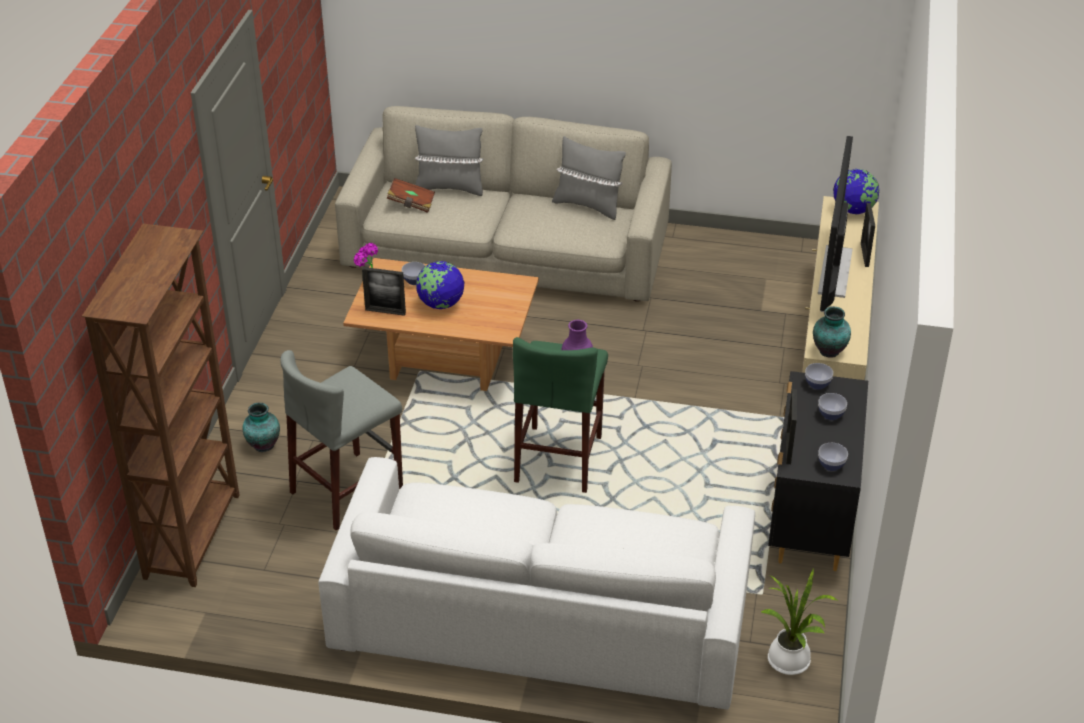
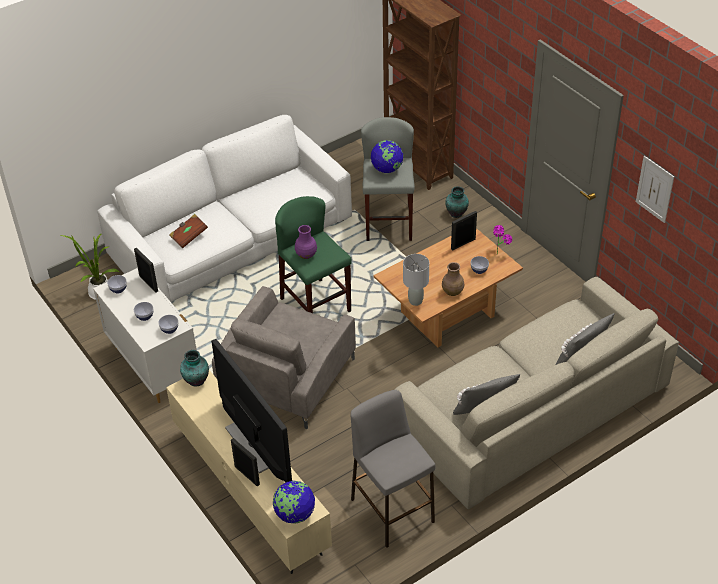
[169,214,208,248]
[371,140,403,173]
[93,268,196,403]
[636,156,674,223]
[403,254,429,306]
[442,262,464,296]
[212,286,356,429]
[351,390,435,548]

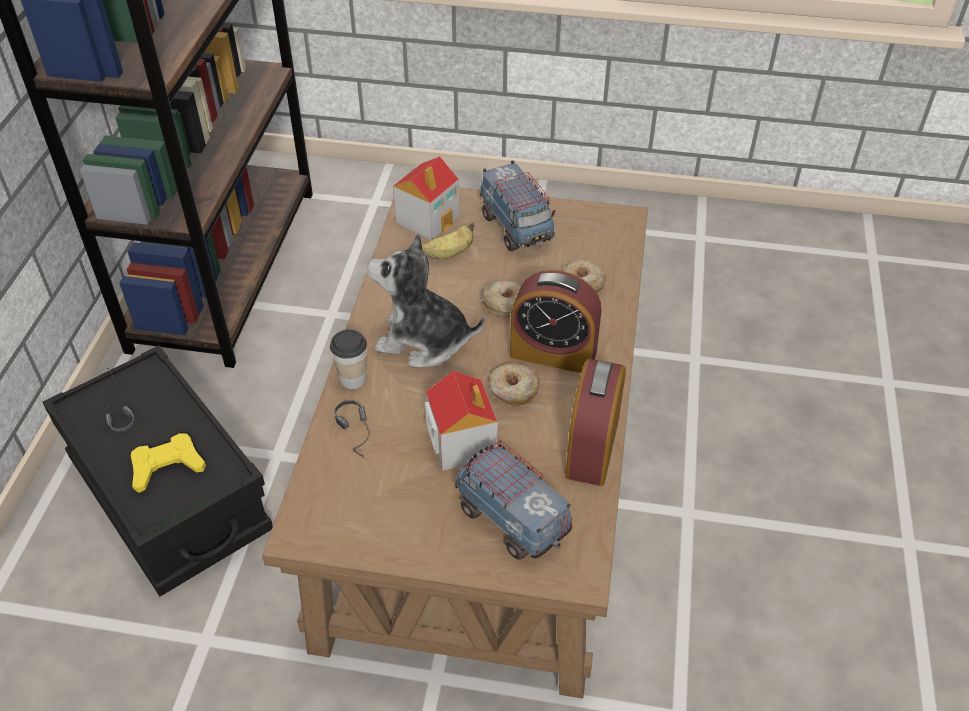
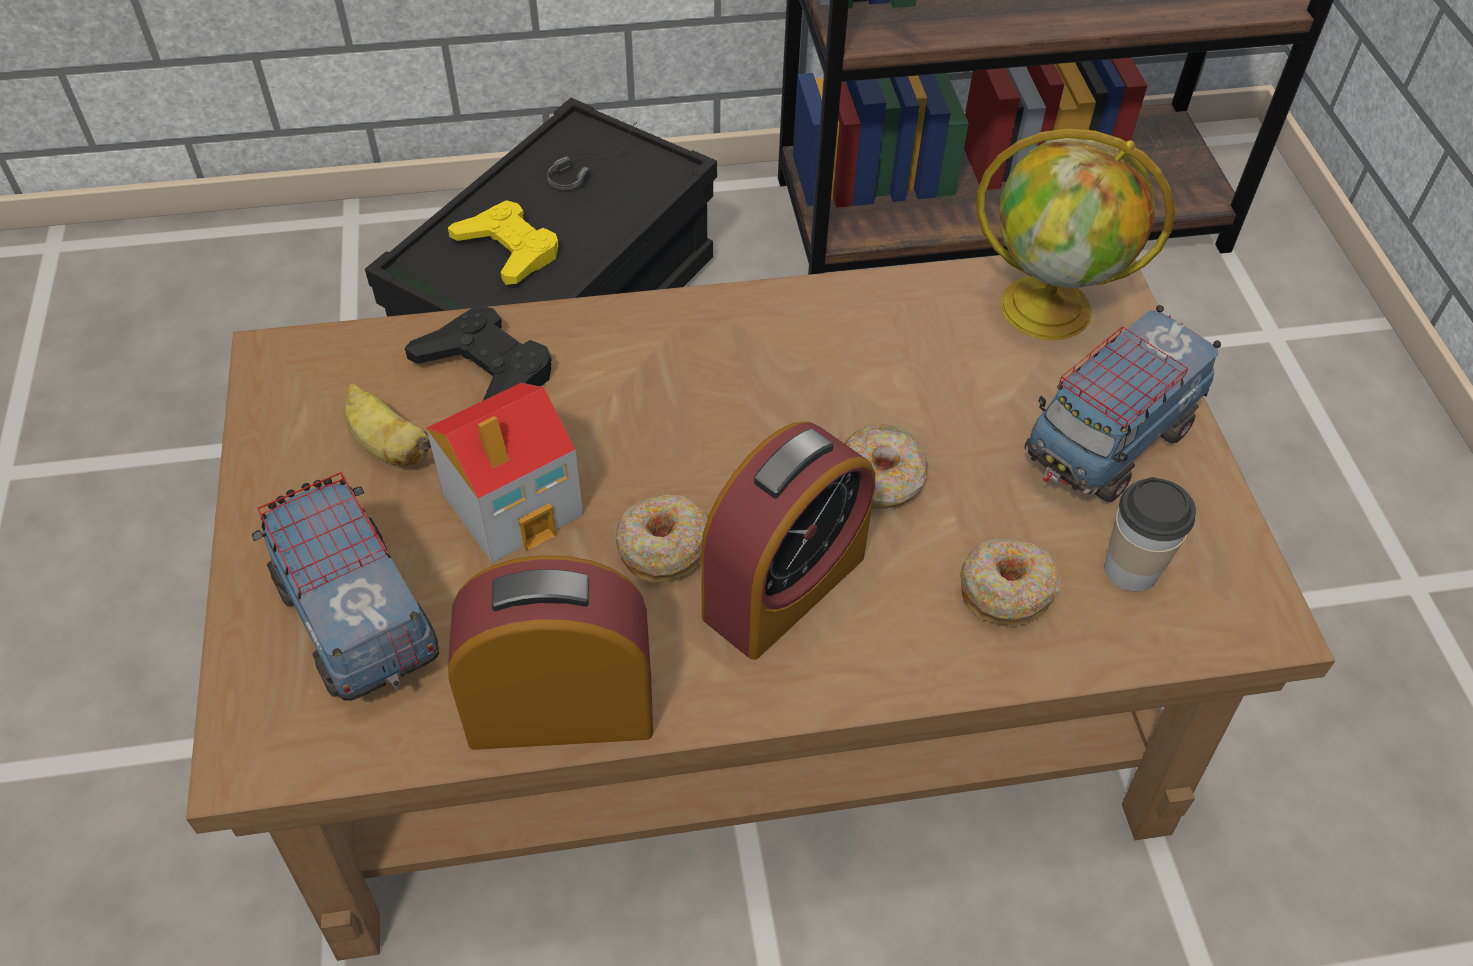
[976,128,1175,340]
[344,382,431,466]
[367,234,485,367] (first image)
[701,421,875,660]
[1105,477,1196,592]
[405,305,552,401]
[252,472,439,701]

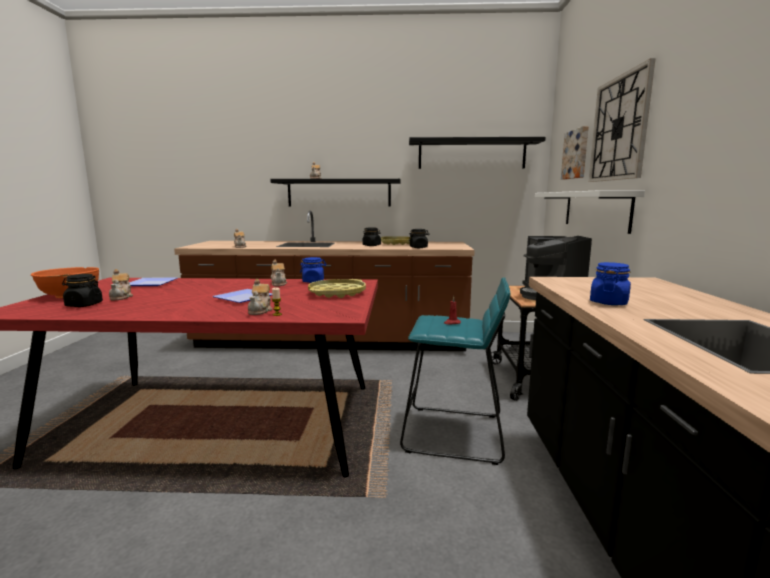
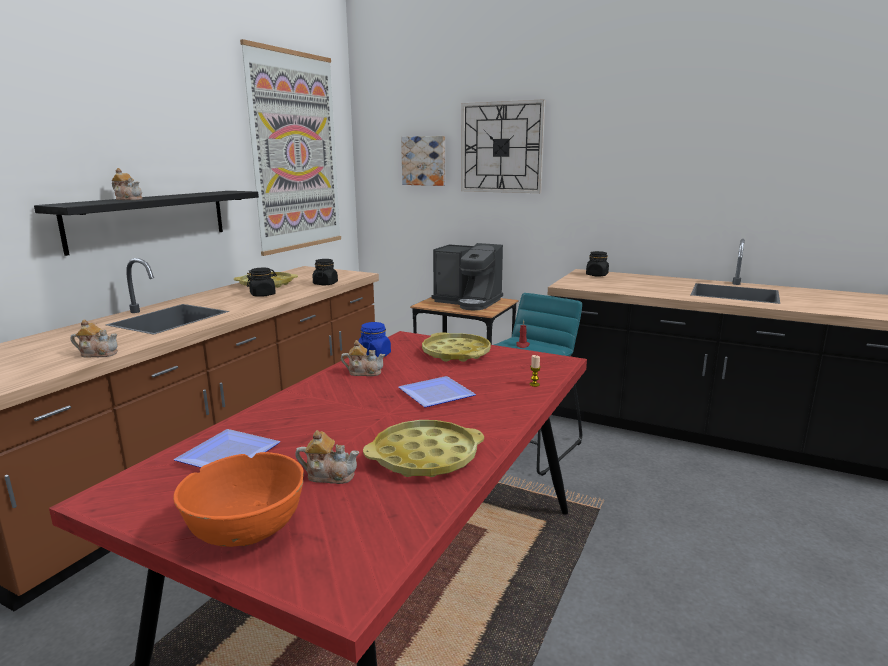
[240,39,341,256]
[535,190,645,234] (first image)
[590,262,631,305] (first image)
[586,251,609,277]
[248,279,272,315] (first image)
[363,420,484,477]

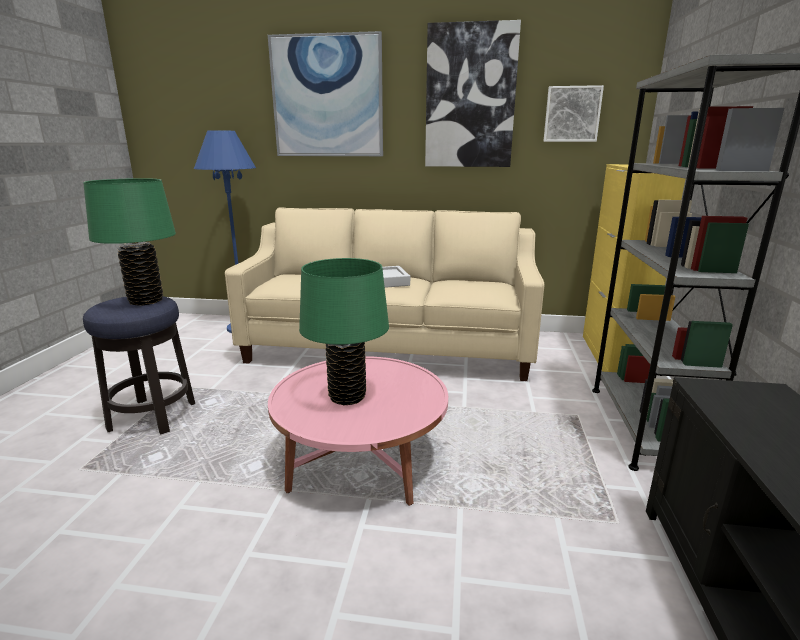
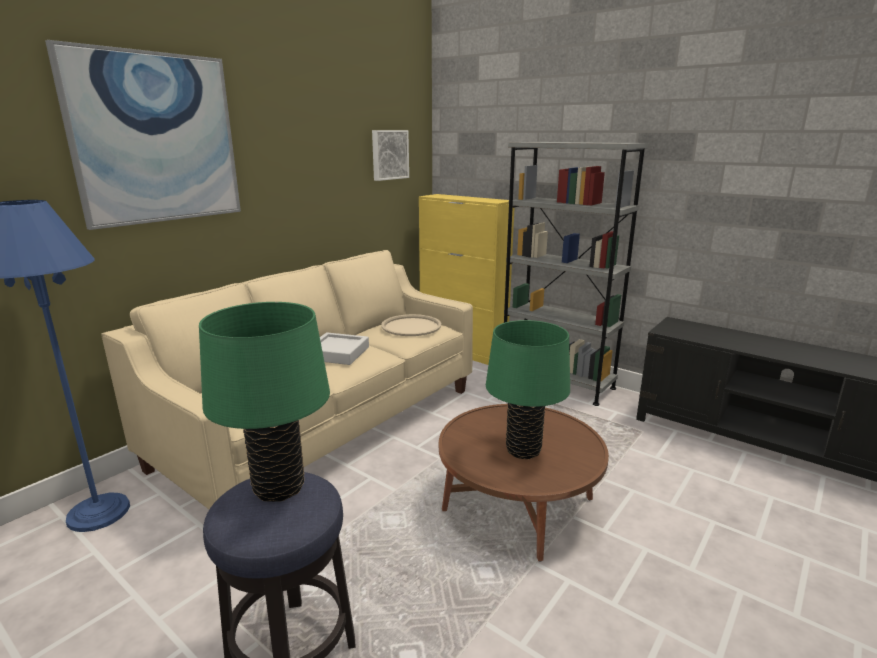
[425,20,521,167] (first image)
[439,404,609,561]
[381,314,441,336]

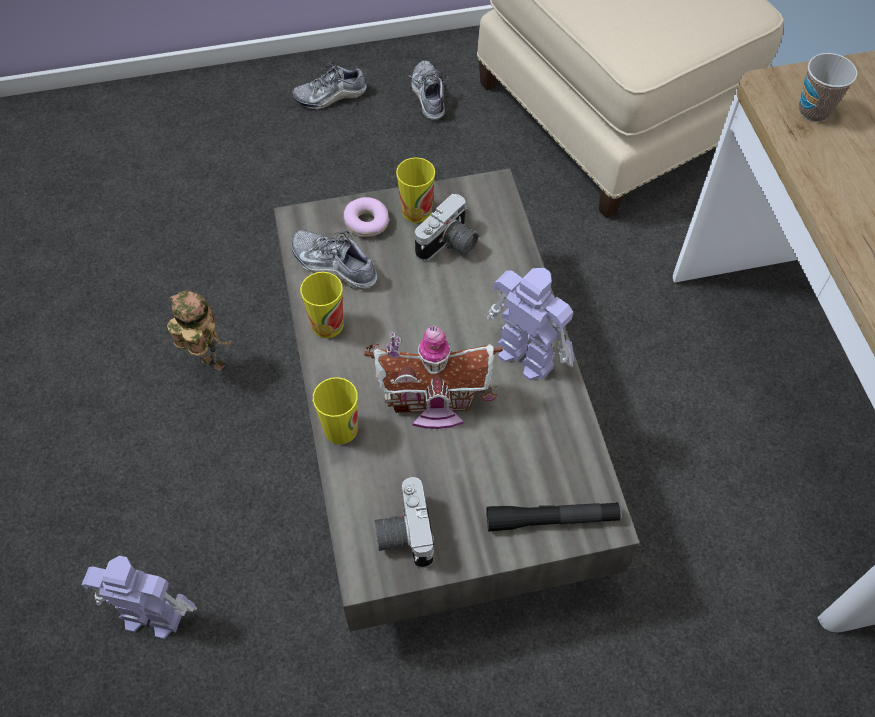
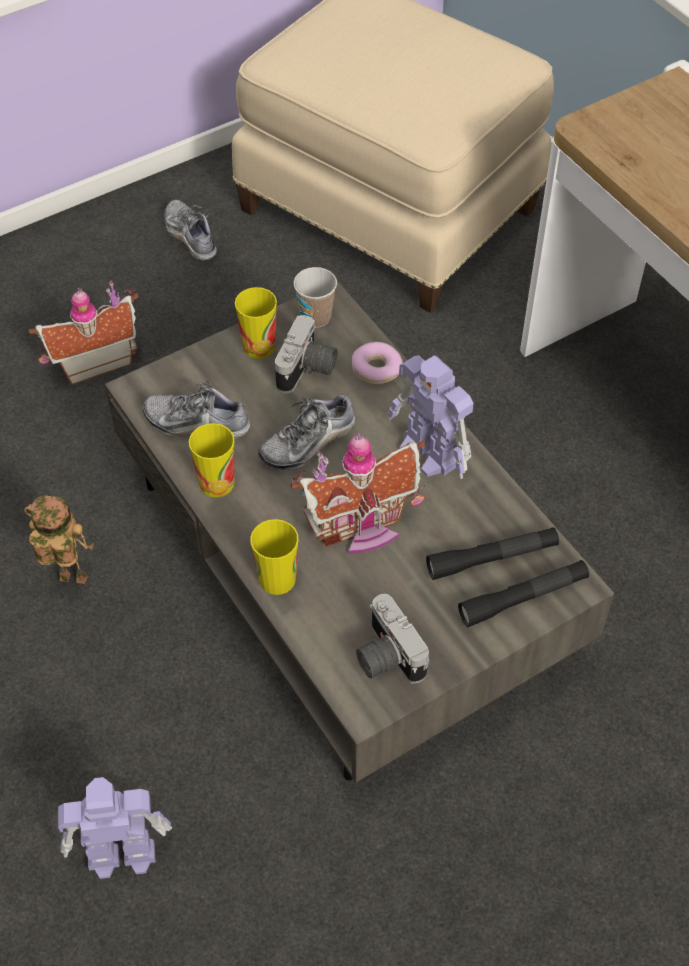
[294,267,337,328]
[258,394,355,470]
[352,342,403,385]
[388,355,474,479]
[28,281,138,385]
[426,527,559,580]

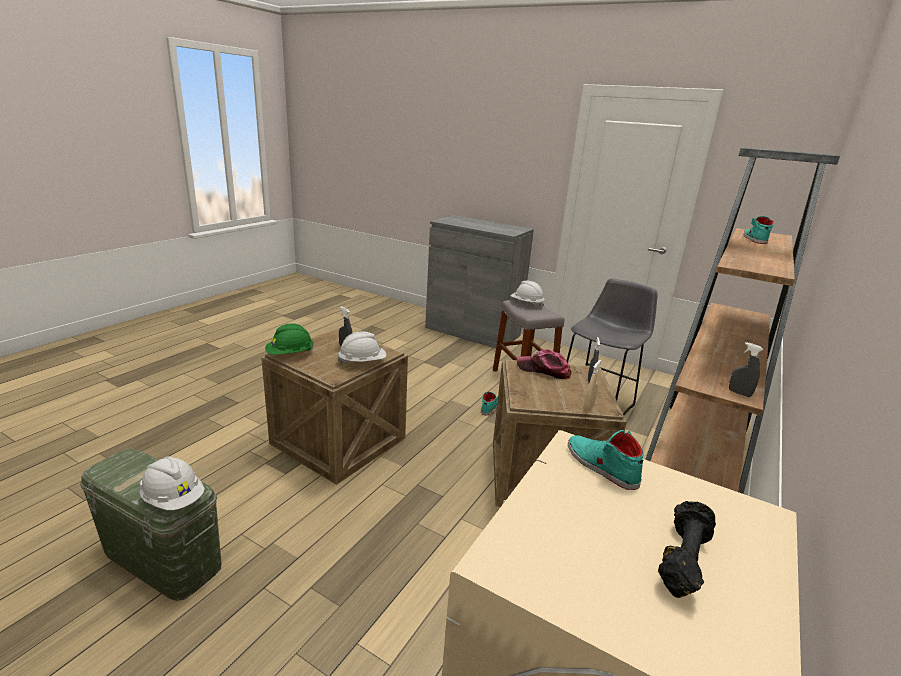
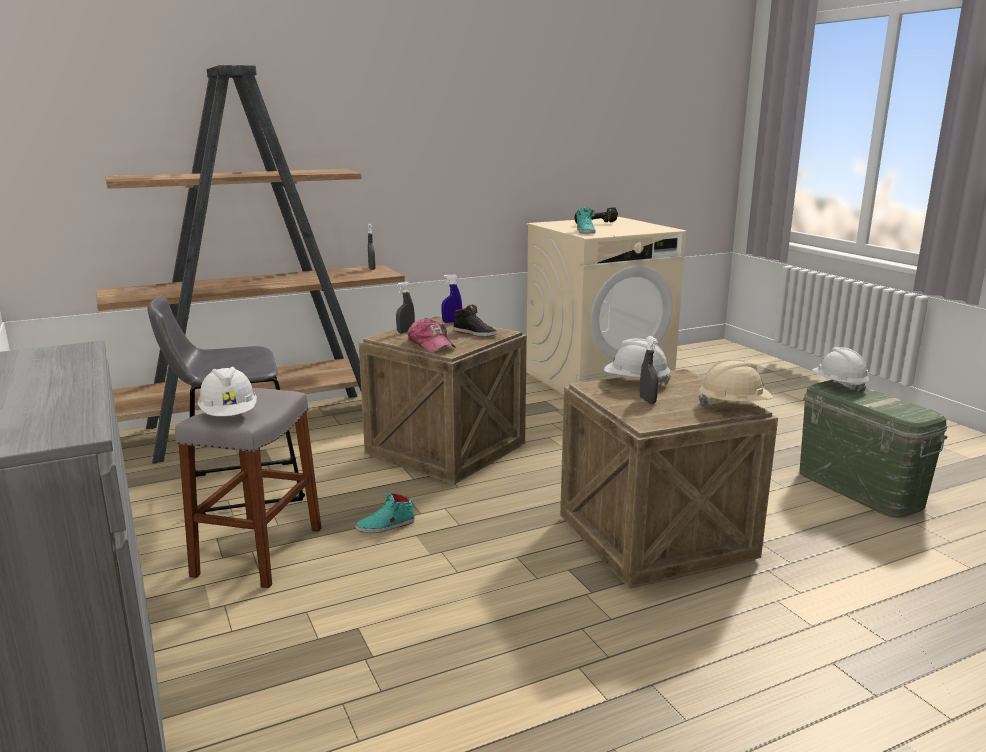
[744,216,774,244] (first image)
[698,358,773,407]
[441,274,462,323]
[453,304,497,337]

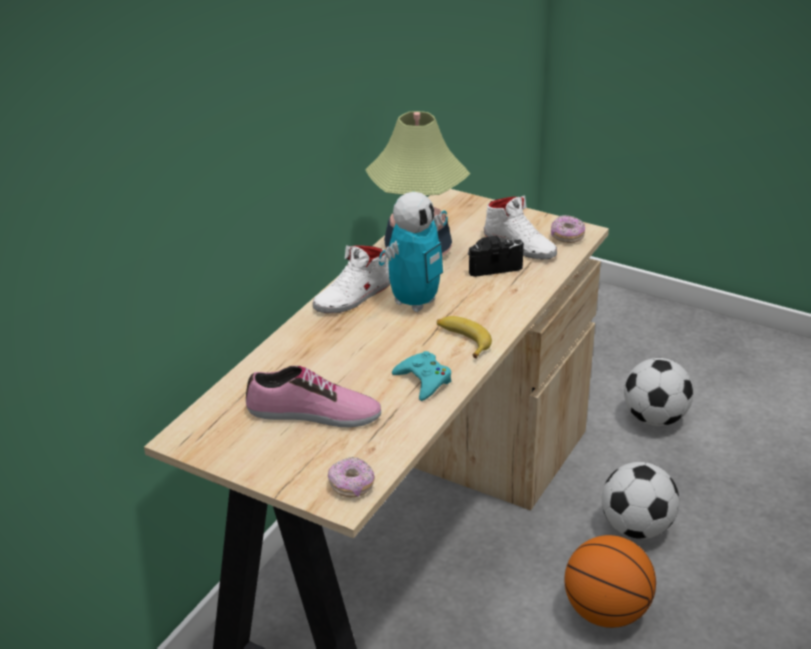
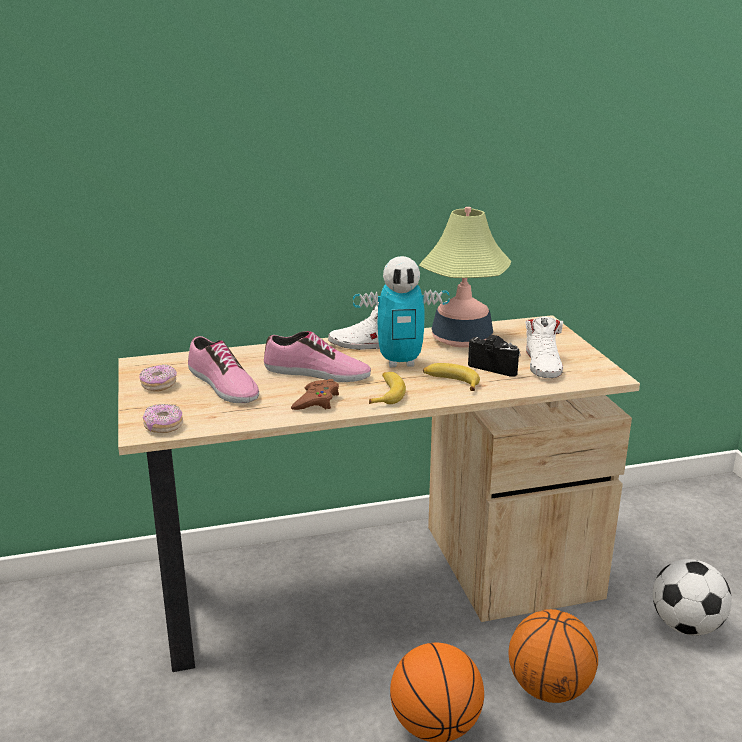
[139,365,177,392]
[291,379,339,410]
[509,609,598,703]
[264,331,371,382]
[423,363,480,391]

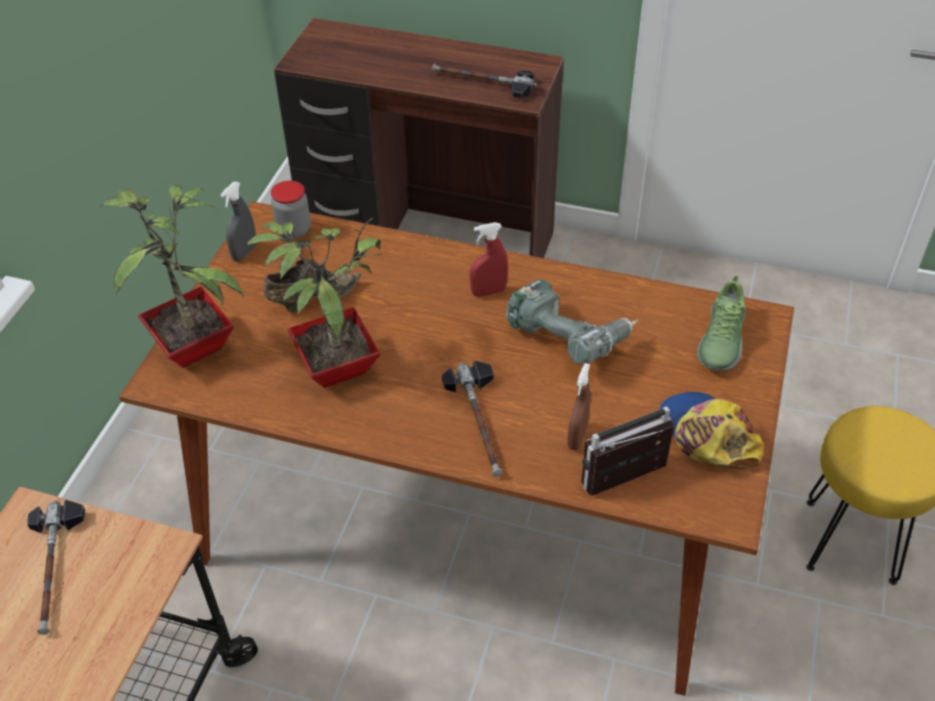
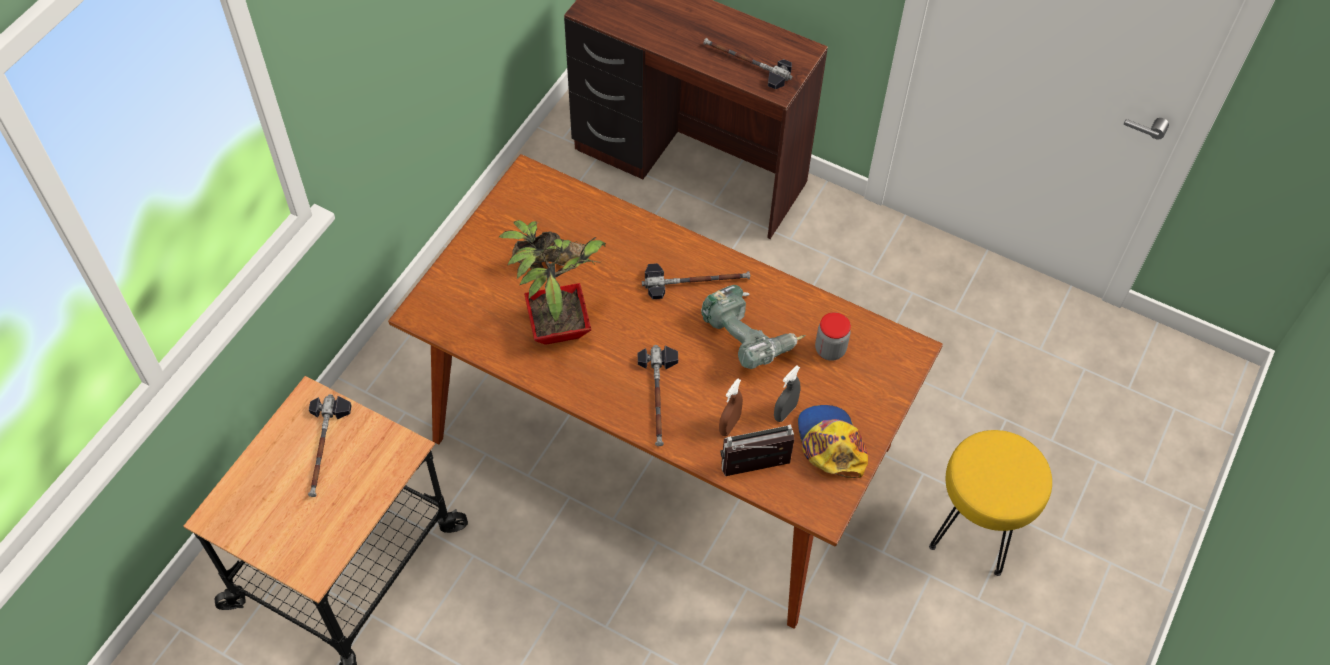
[815,312,851,361]
[774,365,800,422]
[100,185,244,368] (first image)
[642,263,750,299]
[697,275,746,371] (first image)

